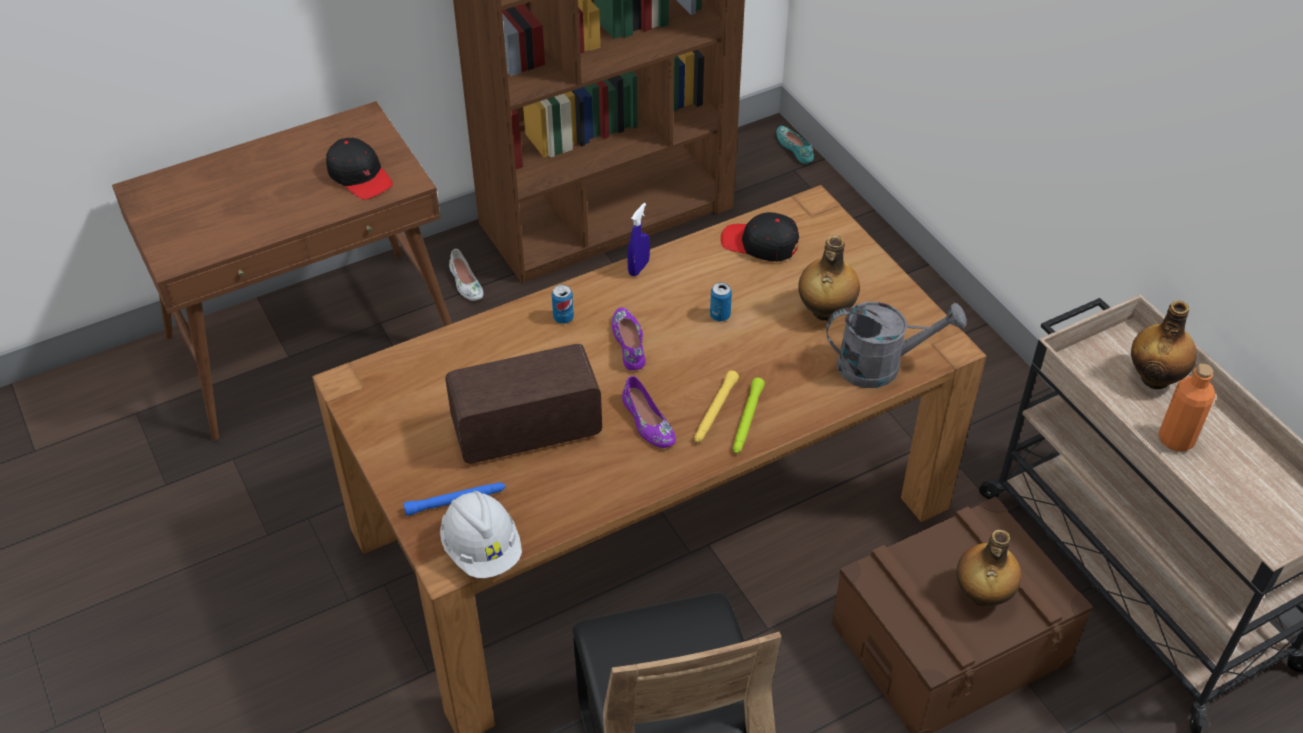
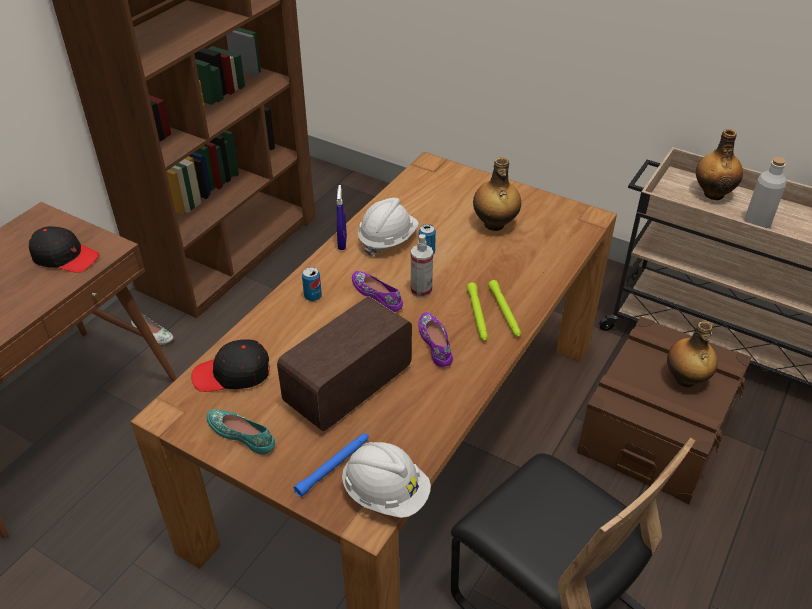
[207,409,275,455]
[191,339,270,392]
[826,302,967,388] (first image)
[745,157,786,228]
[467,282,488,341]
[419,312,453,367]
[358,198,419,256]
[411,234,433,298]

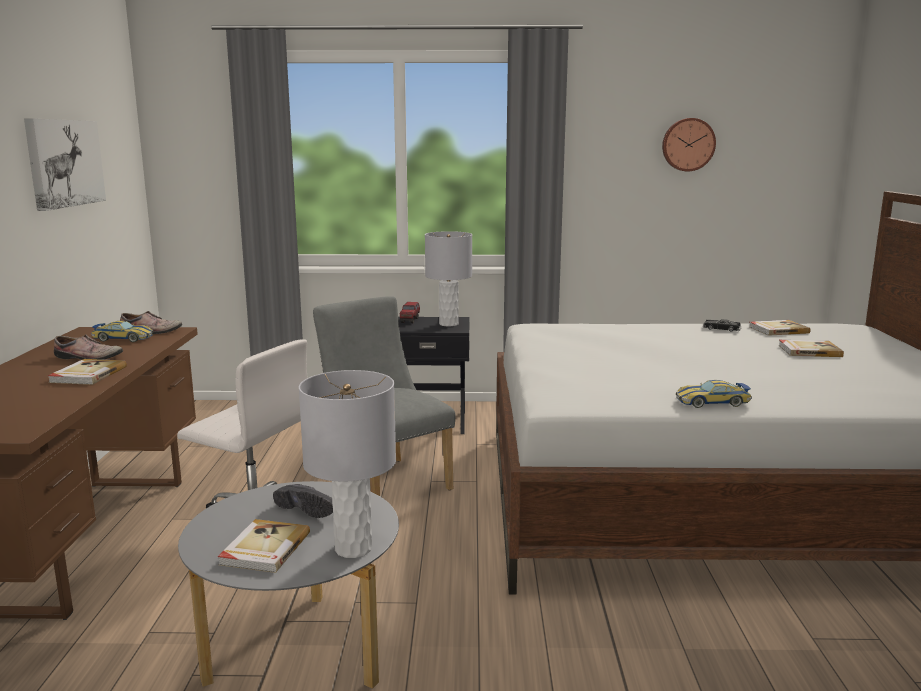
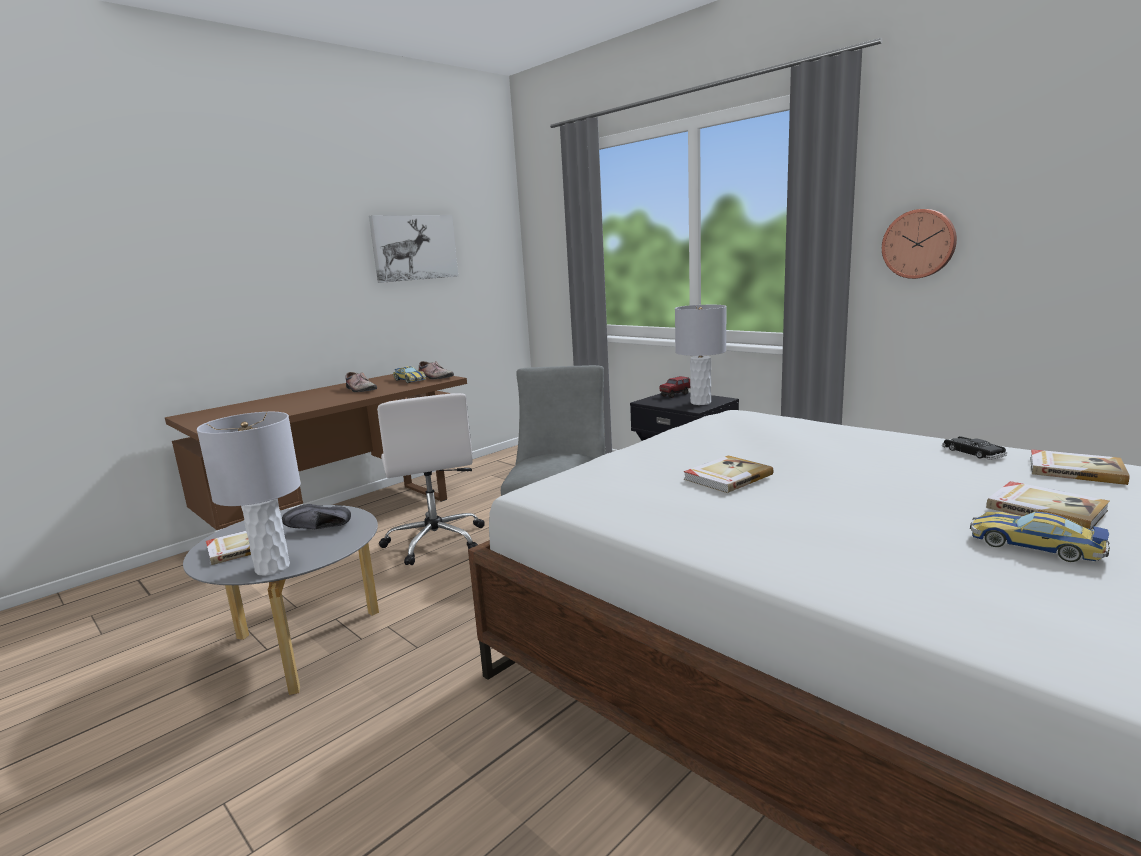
[882,209,957,279]
[684,455,773,493]
[970,511,1110,562]
[282,504,351,529]

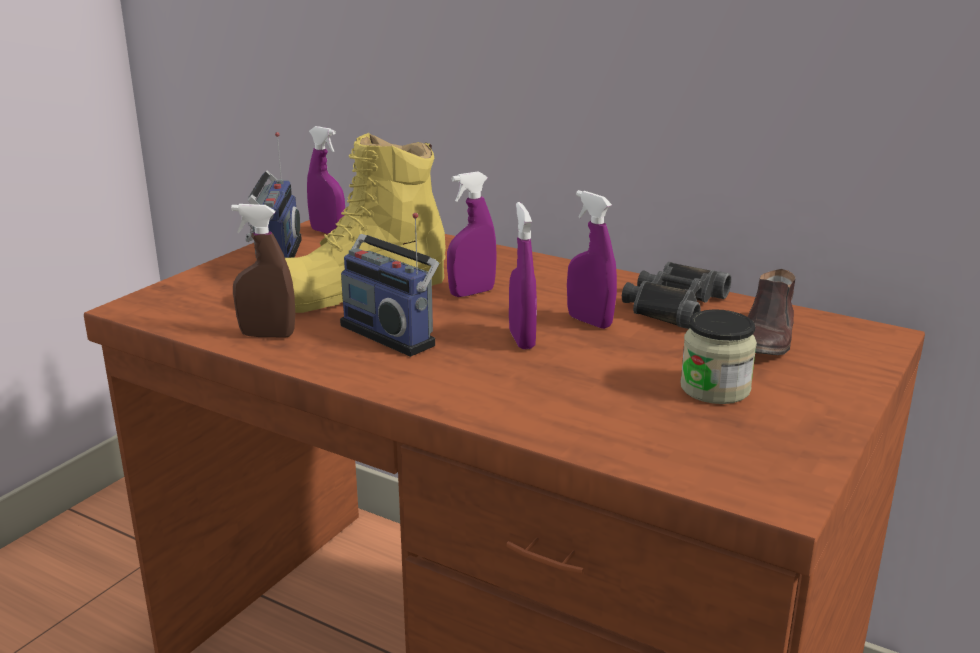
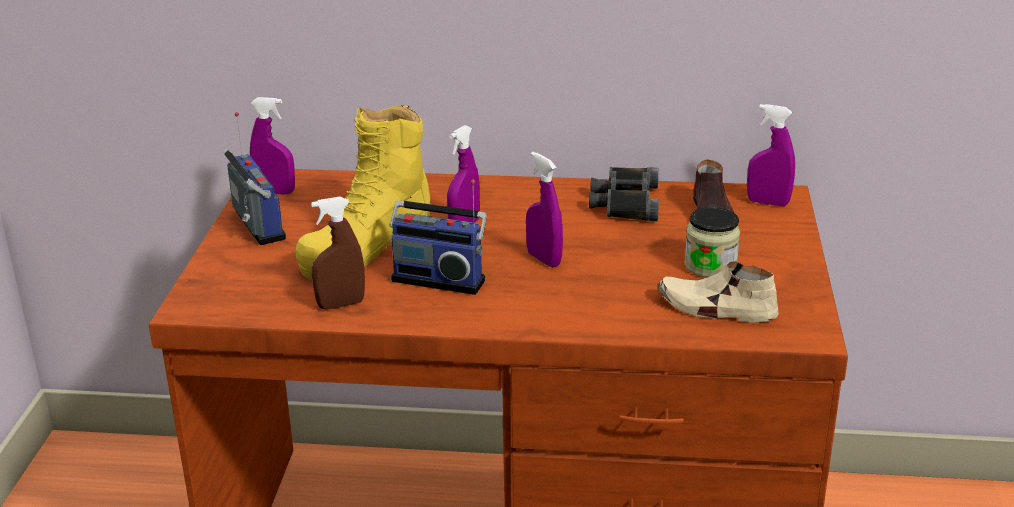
[747,104,795,206]
[657,262,779,323]

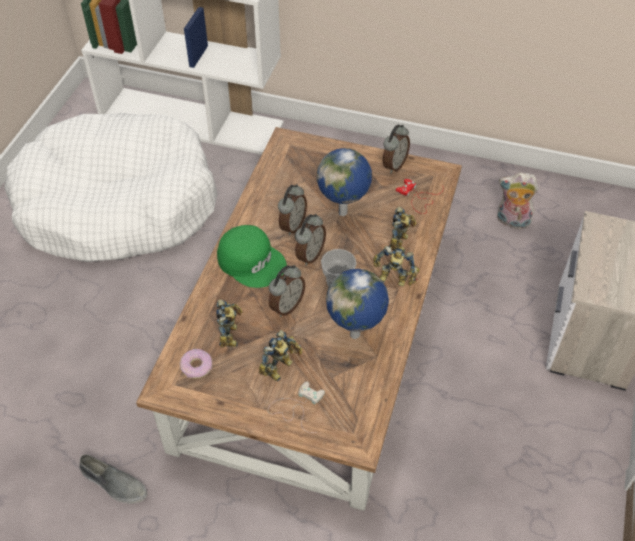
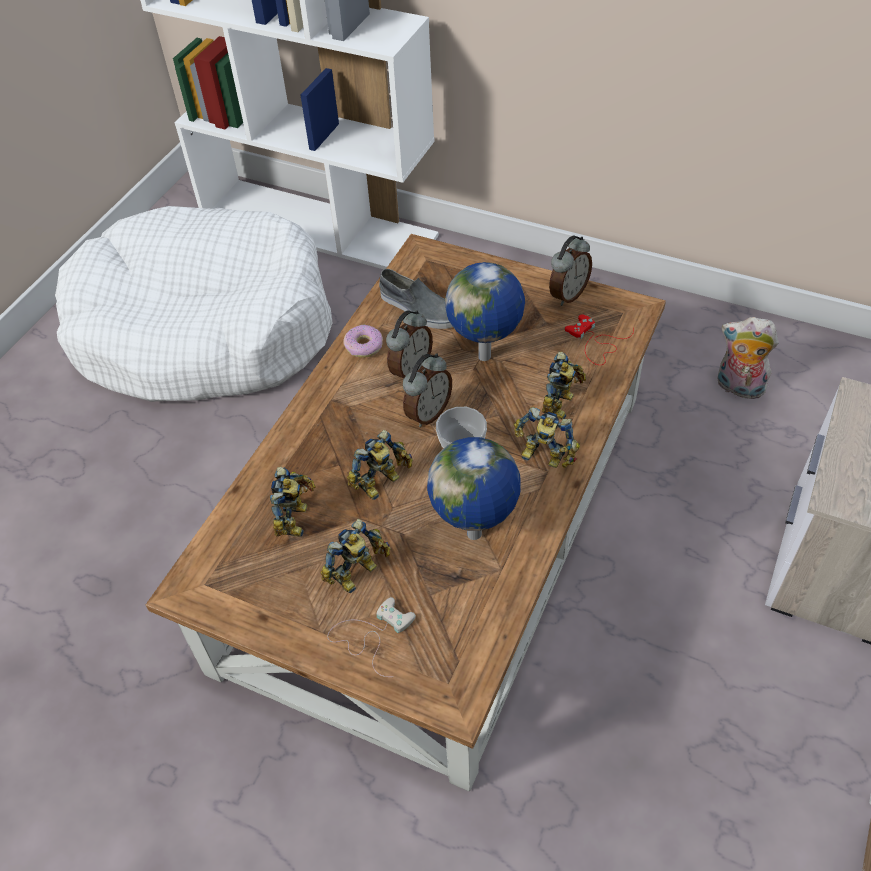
[217,225,287,288] (first image)
[347,430,413,500]
[343,325,383,358]
[379,269,453,329]

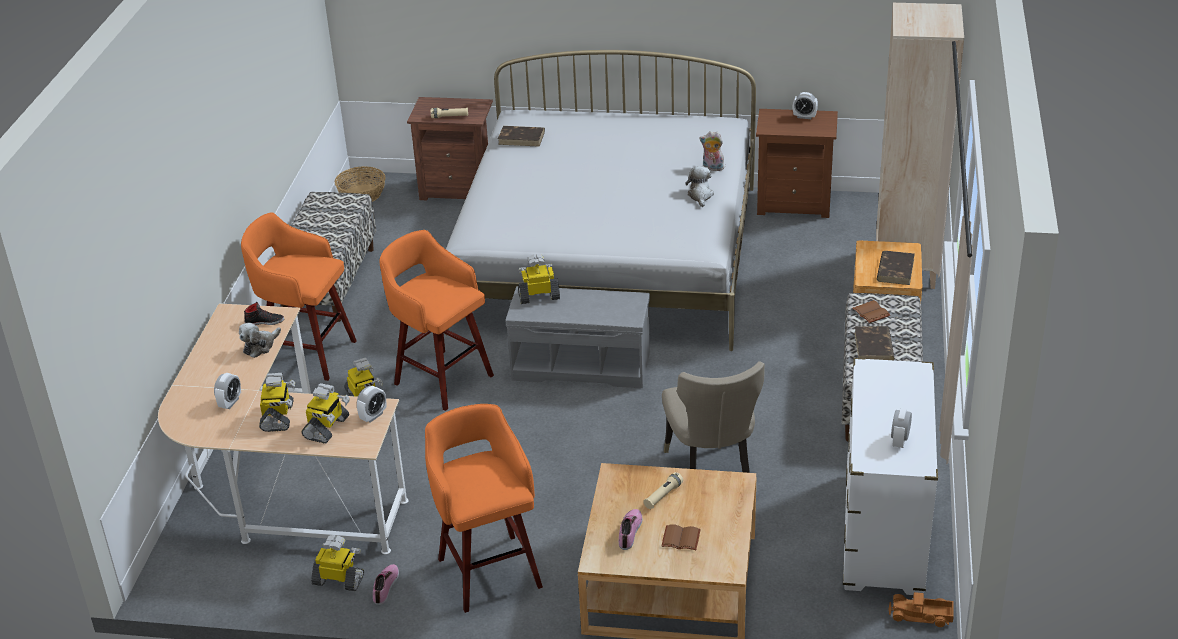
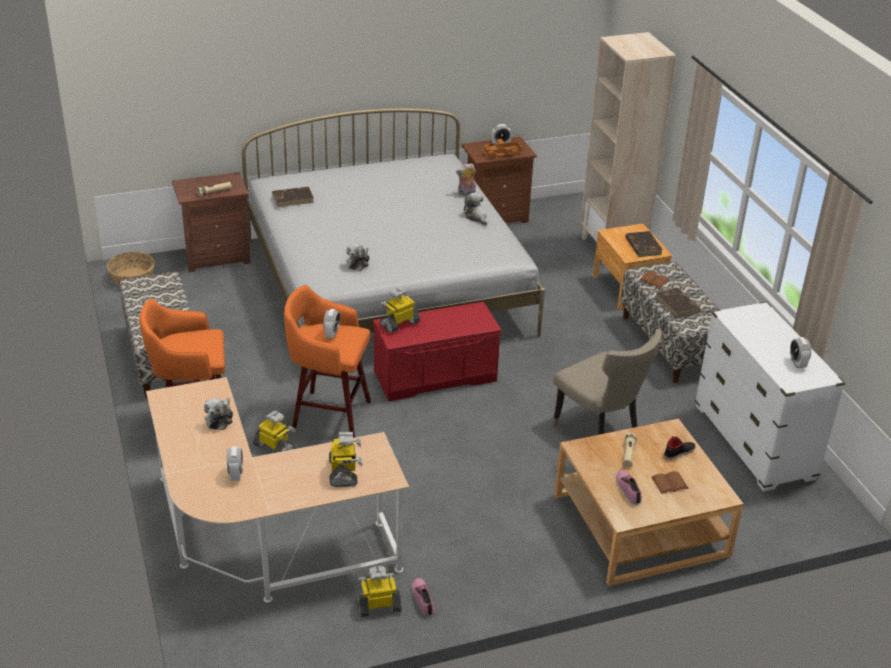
[373,302,501,401]
[664,436,696,460]
[259,373,295,432] (first image)
[323,309,340,339]
[425,404,543,613] (first image)
[482,139,522,158]
[346,243,370,271]

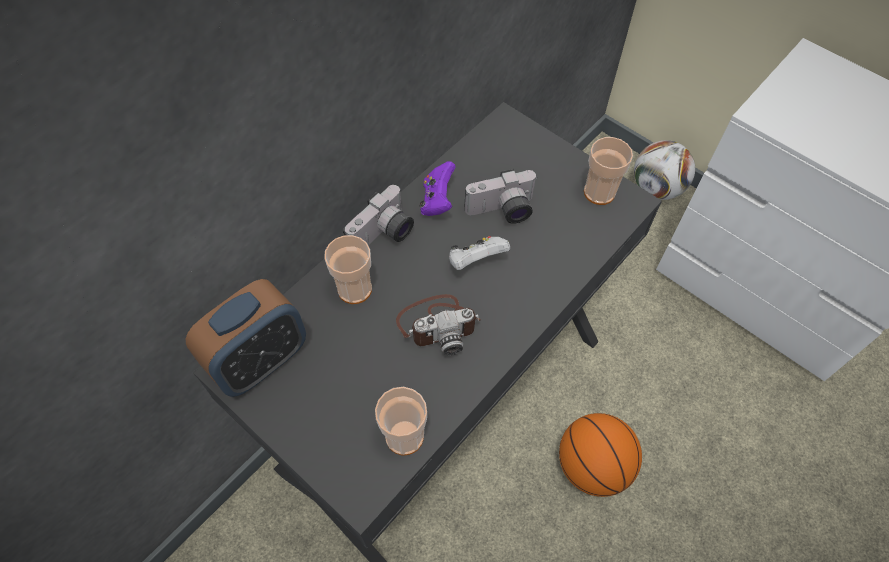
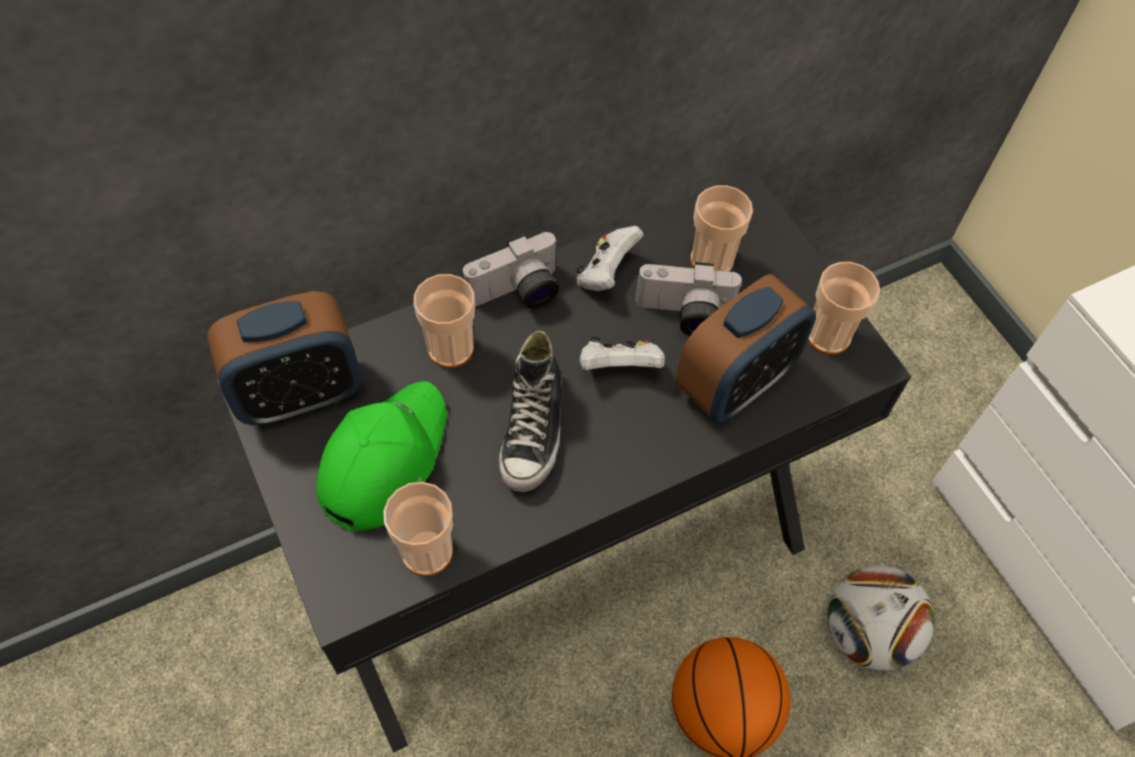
[828,565,934,671]
[576,226,644,291]
[499,330,562,492]
[690,185,753,271]
[676,274,816,423]
[316,381,447,533]

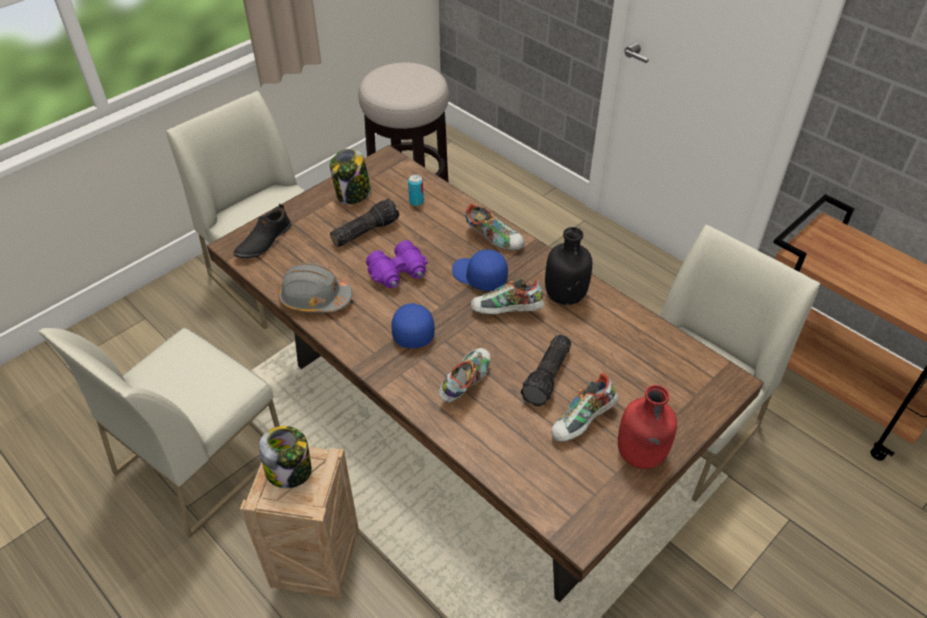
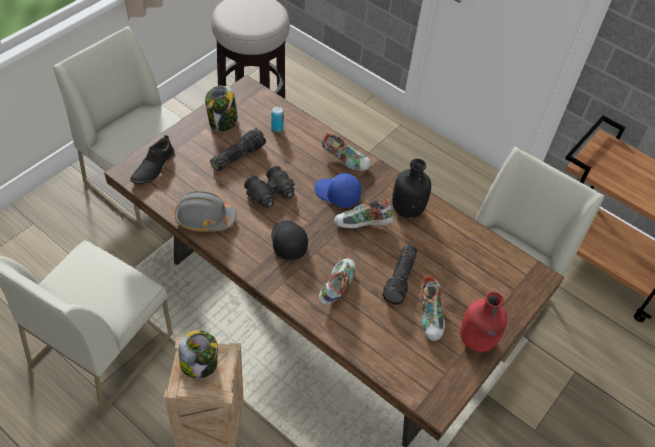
[244,166,295,208]
[271,220,308,260]
[421,276,445,341]

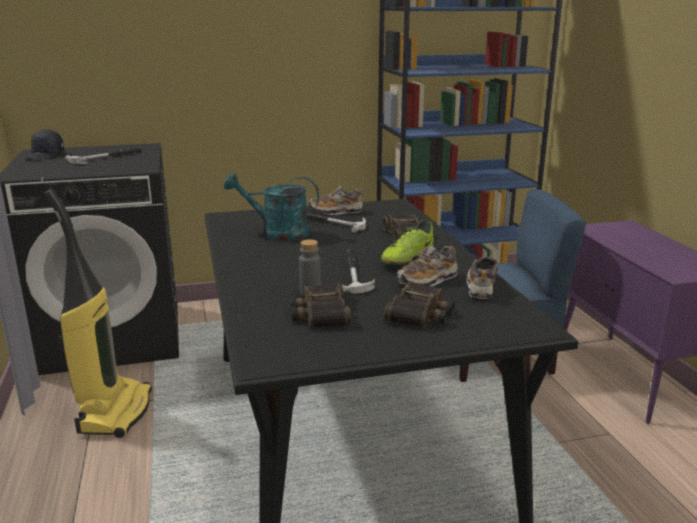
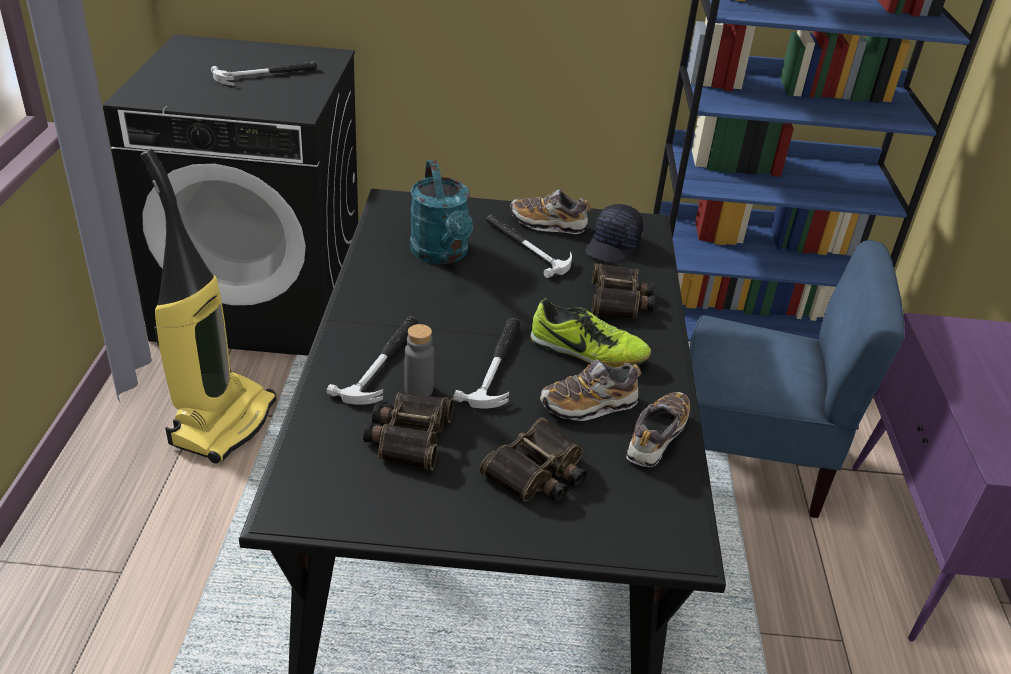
[585,204,643,263]
[410,160,473,264]
[530,299,651,367]
[326,316,418,405]

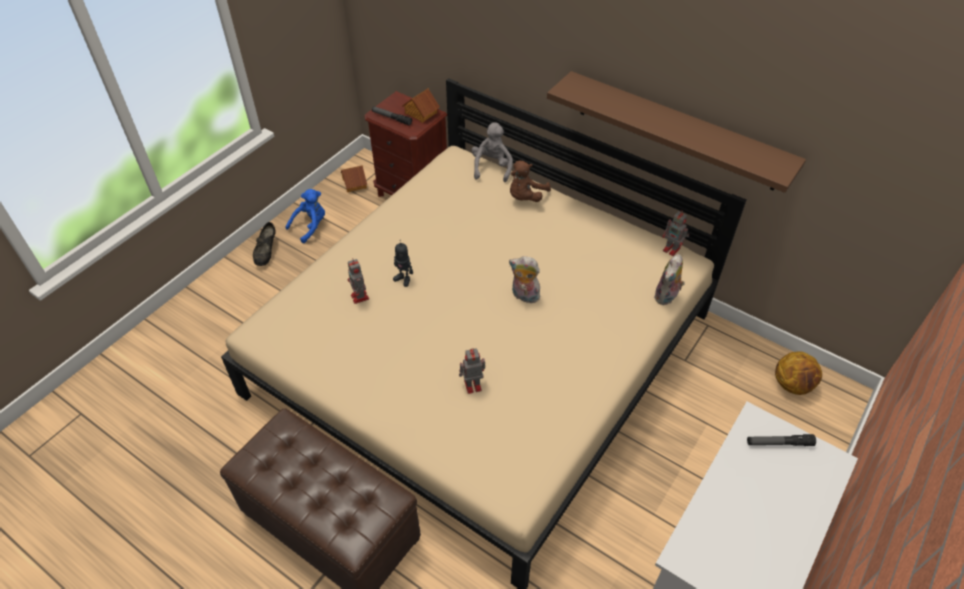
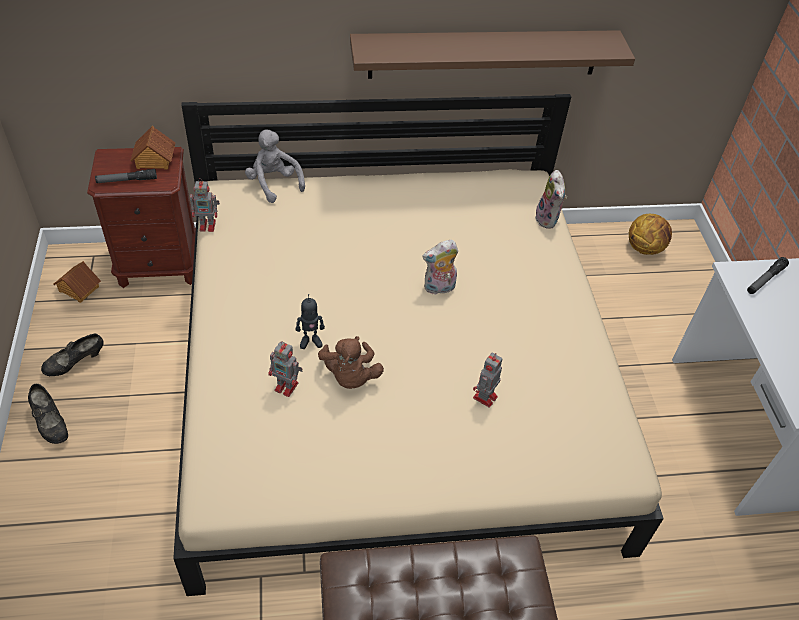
[318,336,384,389]
[41,334,104,376]
[190,178,220,232]

